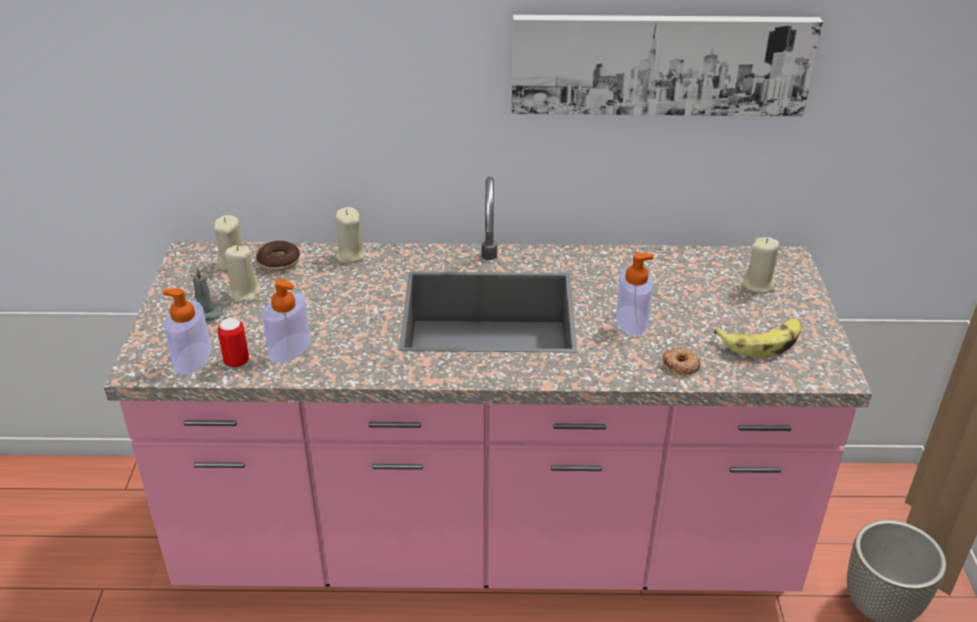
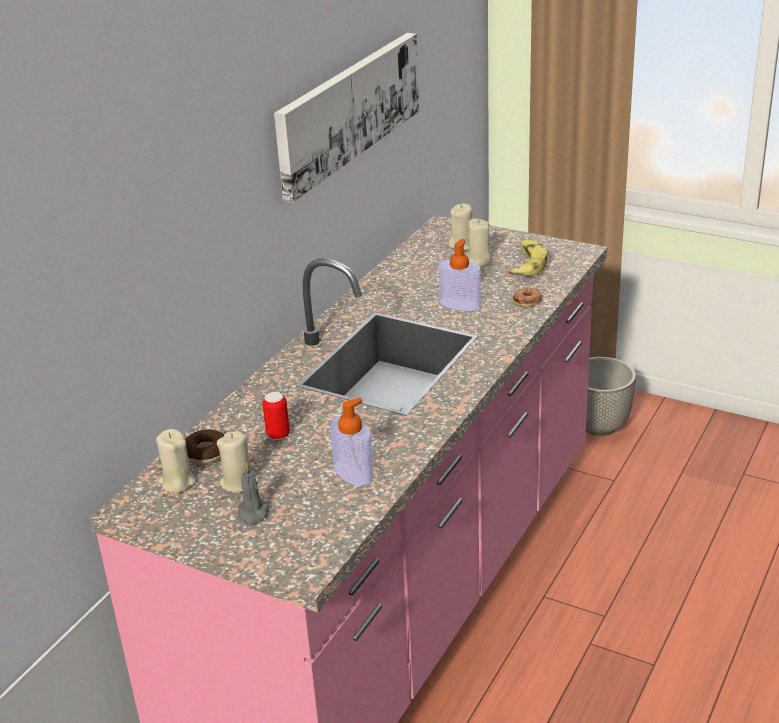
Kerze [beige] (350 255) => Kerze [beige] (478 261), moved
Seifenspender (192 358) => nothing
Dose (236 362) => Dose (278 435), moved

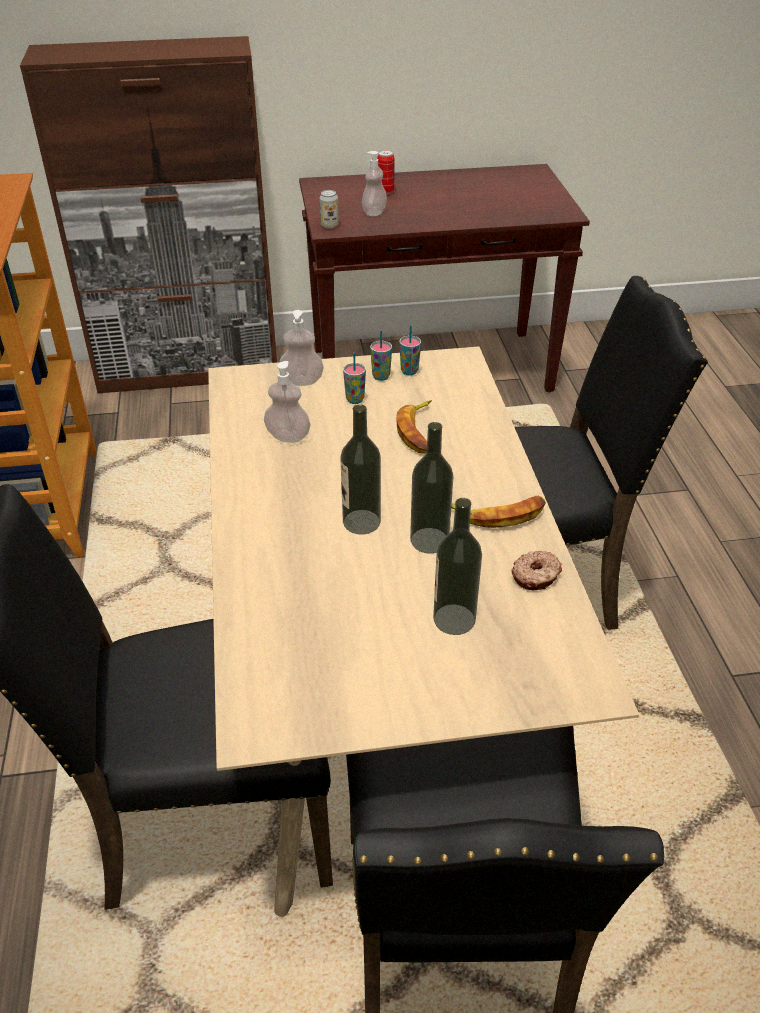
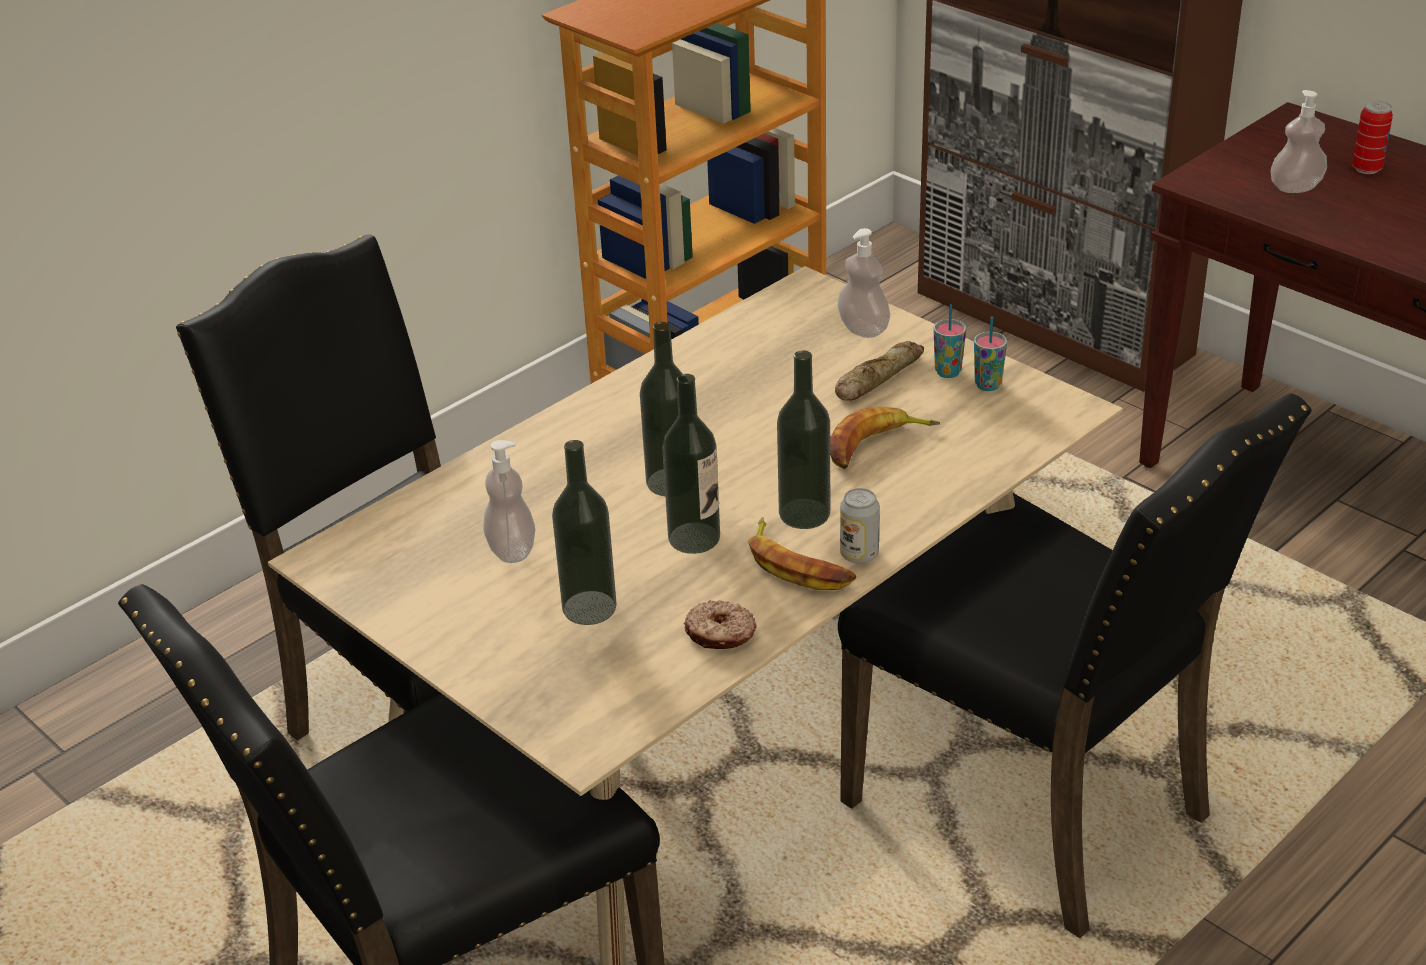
Dose (329 225) => Dose (859 554), moved
Tasse (355 400) => Brot (877 377)
Seifenspender (288 436) => Seifenspender (512 550), moved
nothing => Flasche (804 513)

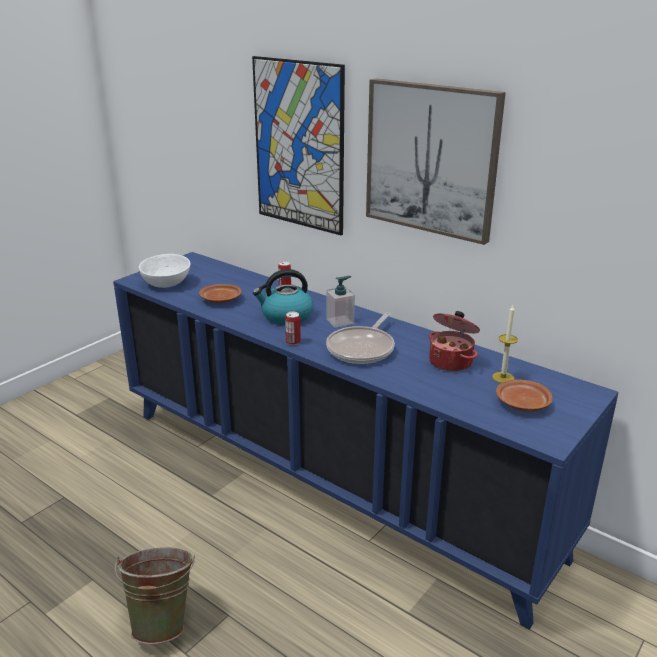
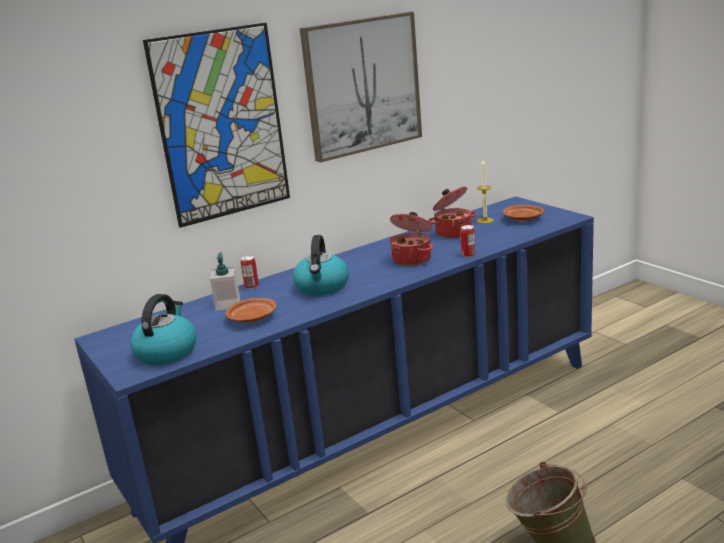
Schüssel [weiß] (166 283) => Wasserkessel (167 352)
Seifenspender (340 321) => Seifenspender (228 304), moved
Dose (293 342) => Dose (468 255), moved
Pfanne (362 348) => Kochtopf (412 259)

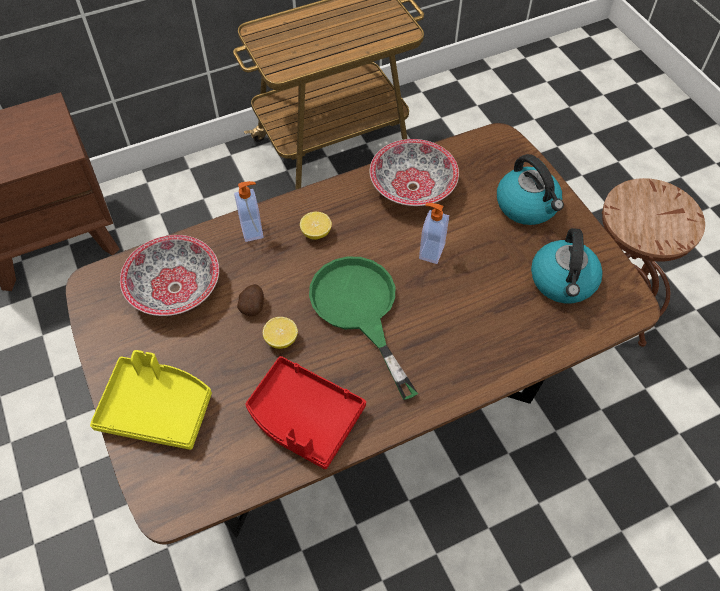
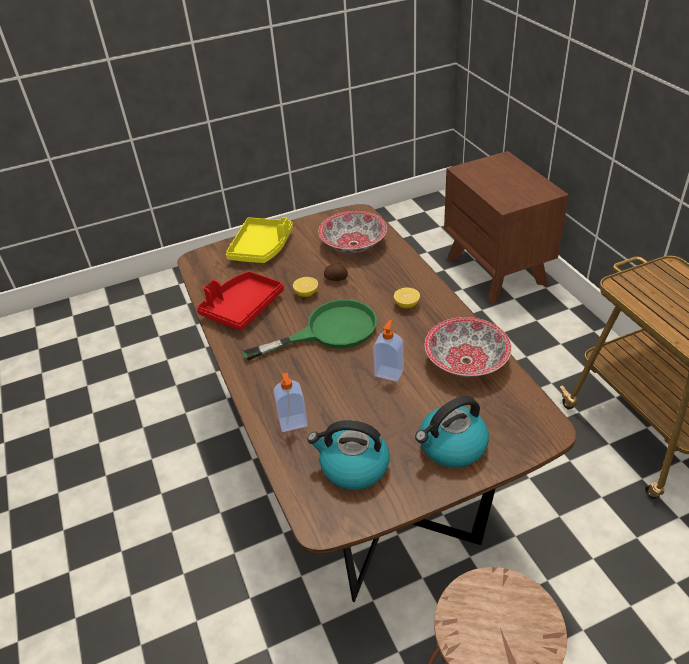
Seifenspender (252 230) => Seifenspender (293 423), moved

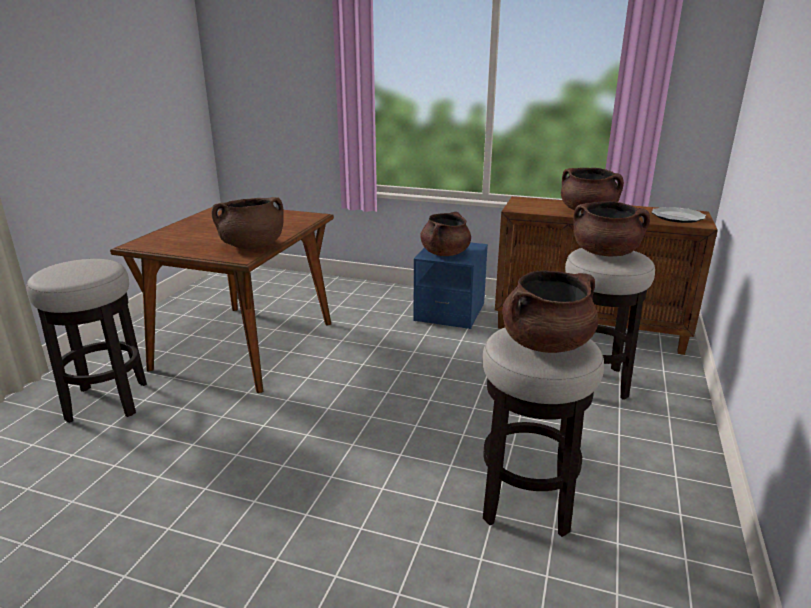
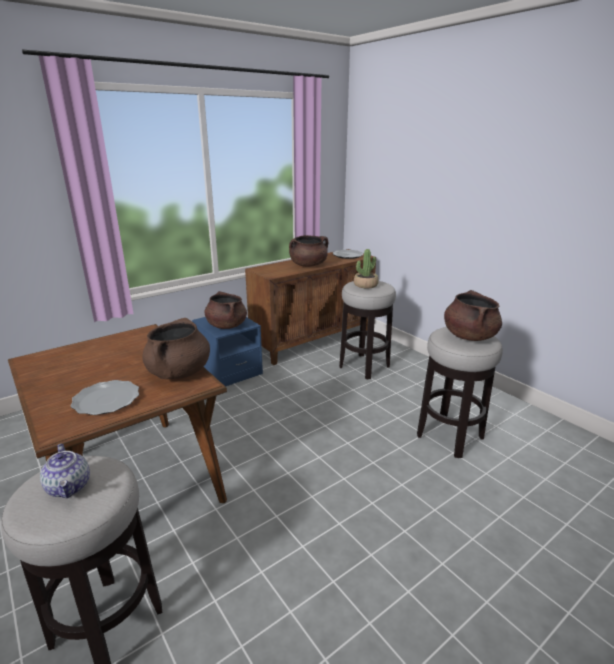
Kochtopf [braun] (605 253) => Topfpflanze (365 285)
nothing => Teller (107 400)
nothing => Teekanne (69 487)

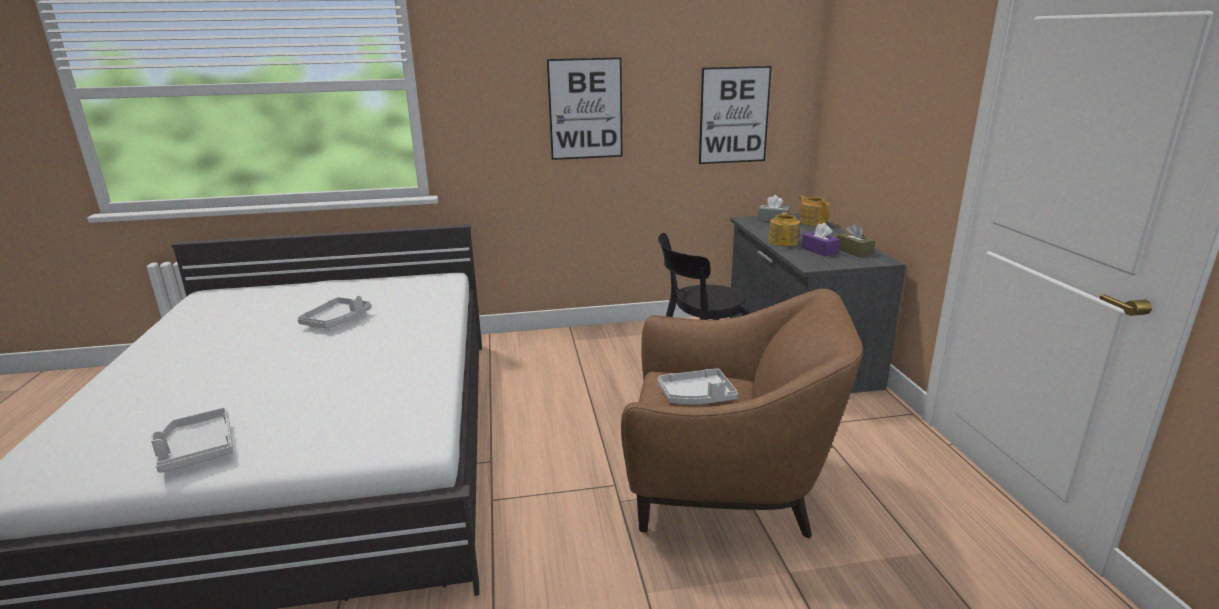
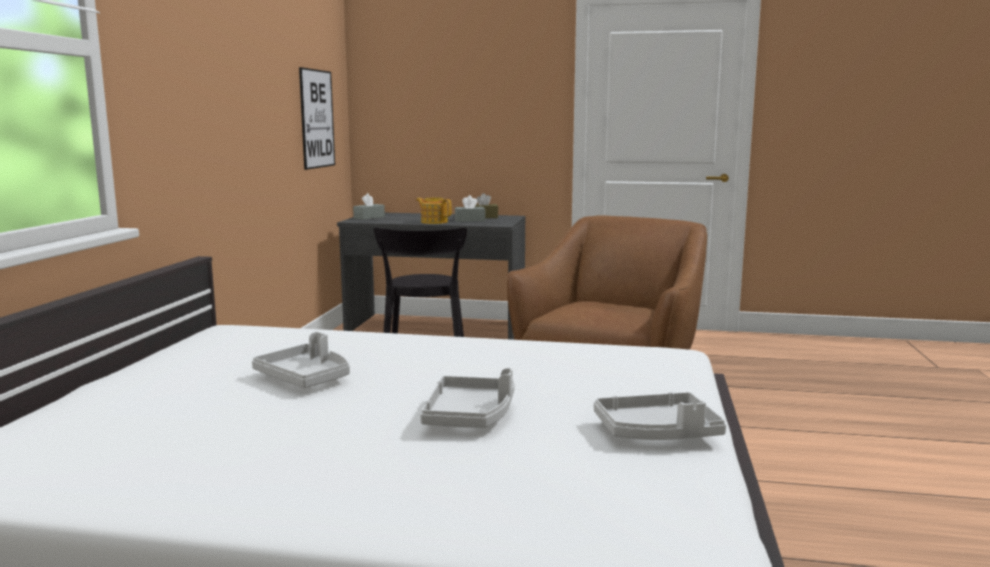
Bild (585 109) => nothing
Teekanne (812 222) => nothing
Taschentuchbox [lila] (819 250) => Taschentuchbox [grau] (470 220)
Tablett [grau] (697 397) => Tablett [grau] (470 416), moved

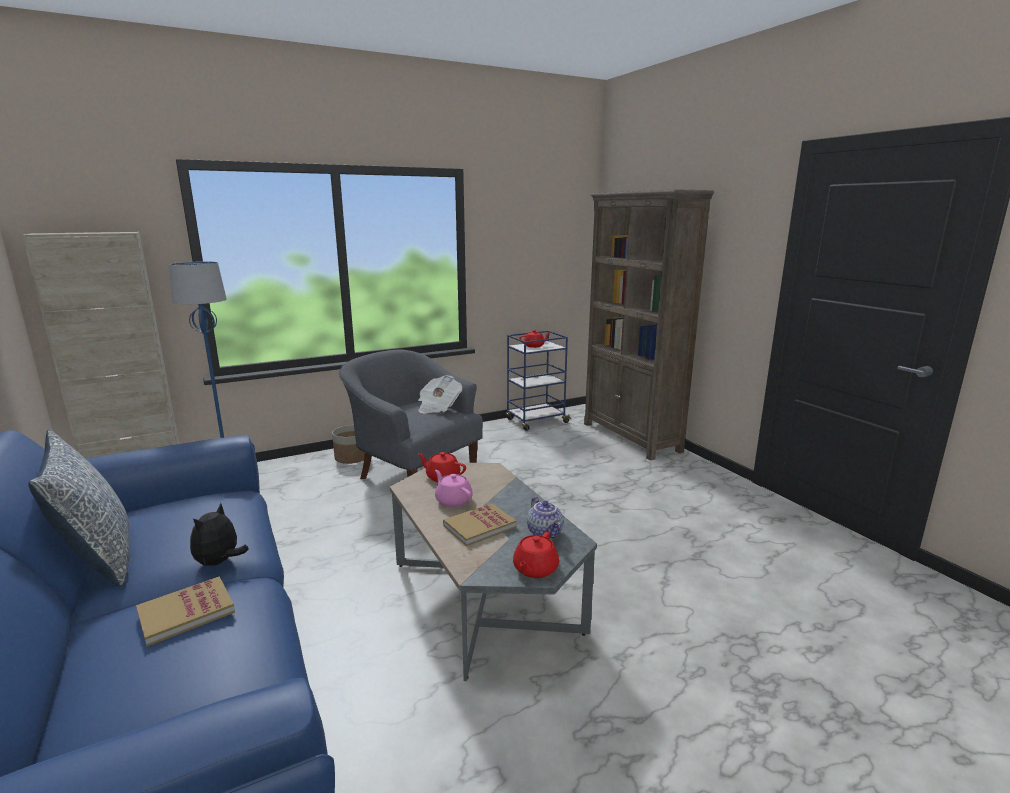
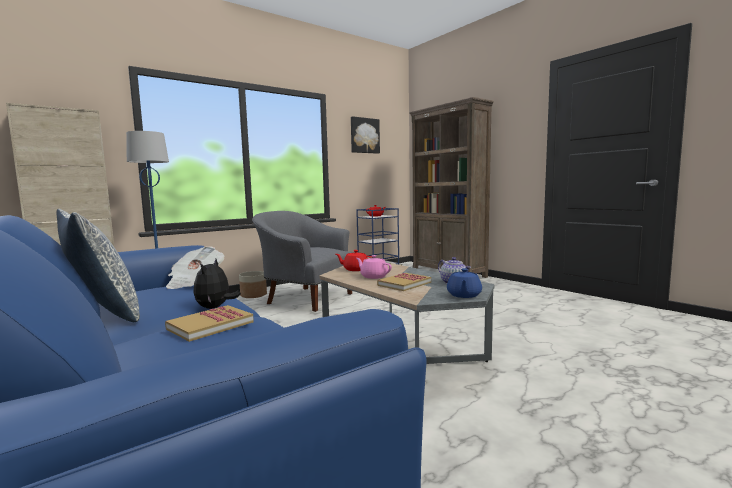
Zeitung (438 407) => Zeitung (195 282), moved
Teekanne [rot] (535 569) => Teekanne [blau] (463 295)
nothing => Bild (364 135)

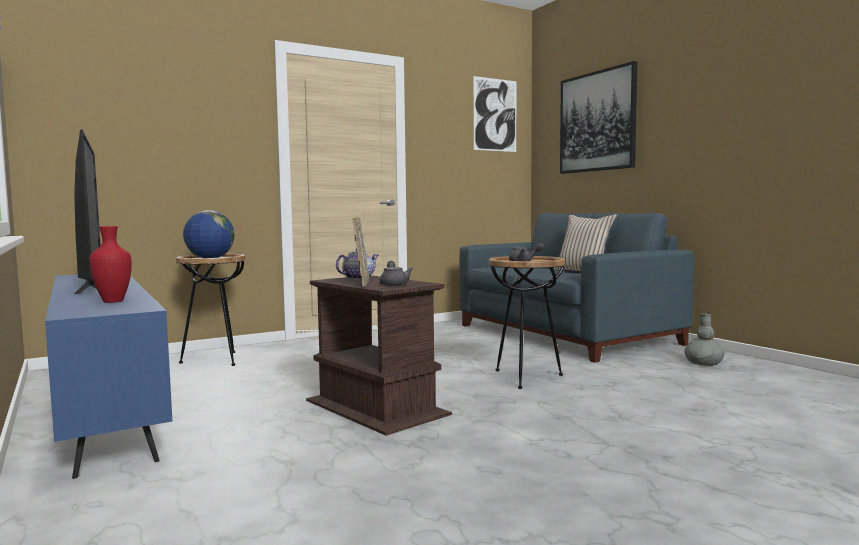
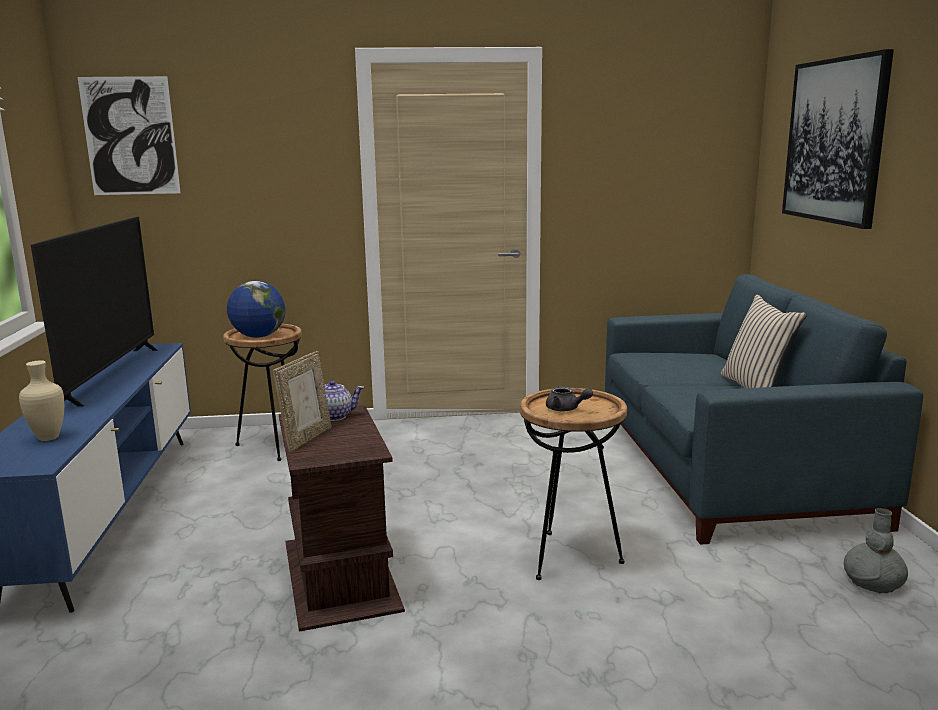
Bild (495 115) => Bild (130 136), moved
Vase [rot] (113 301) => Vase [beige] (48 438)
Teekanne [grau] (394 284) => nothing

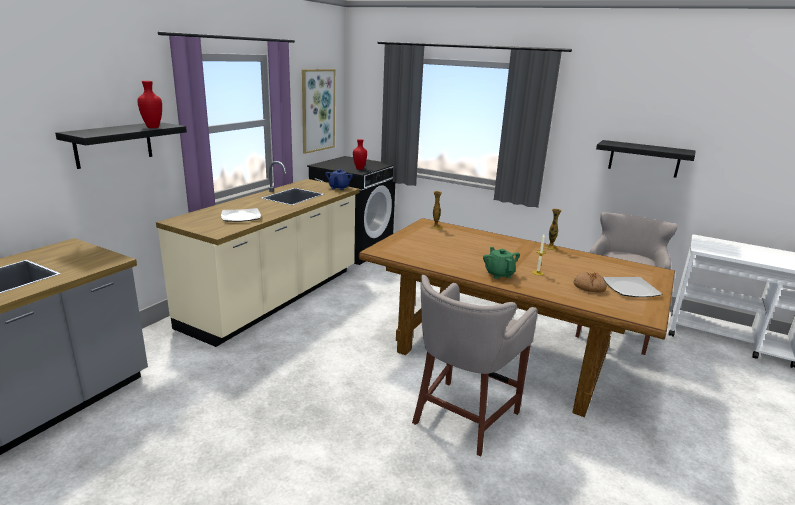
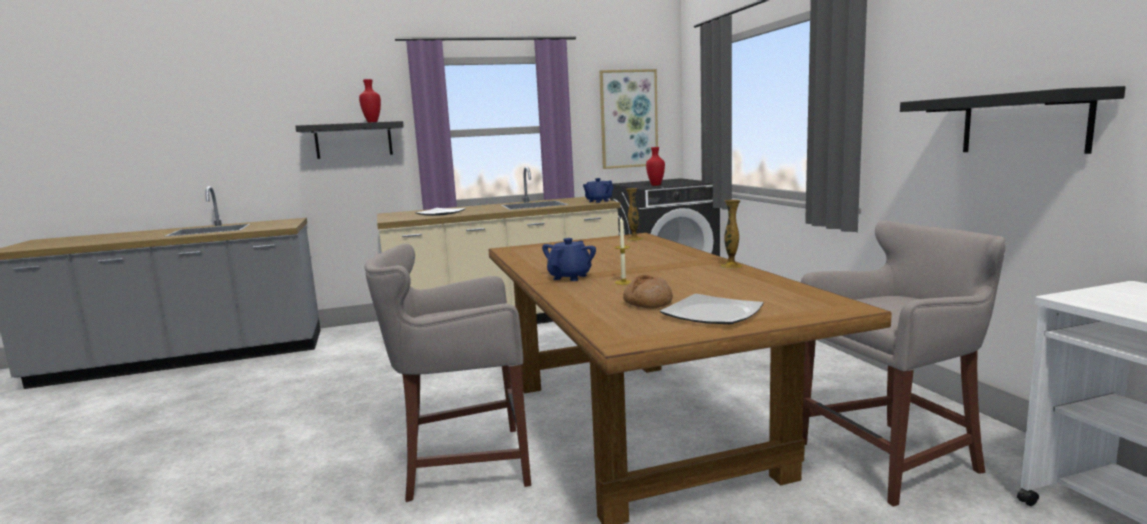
Teekanne [grün] (499 274) => Teekanne [blau] (570 277)

